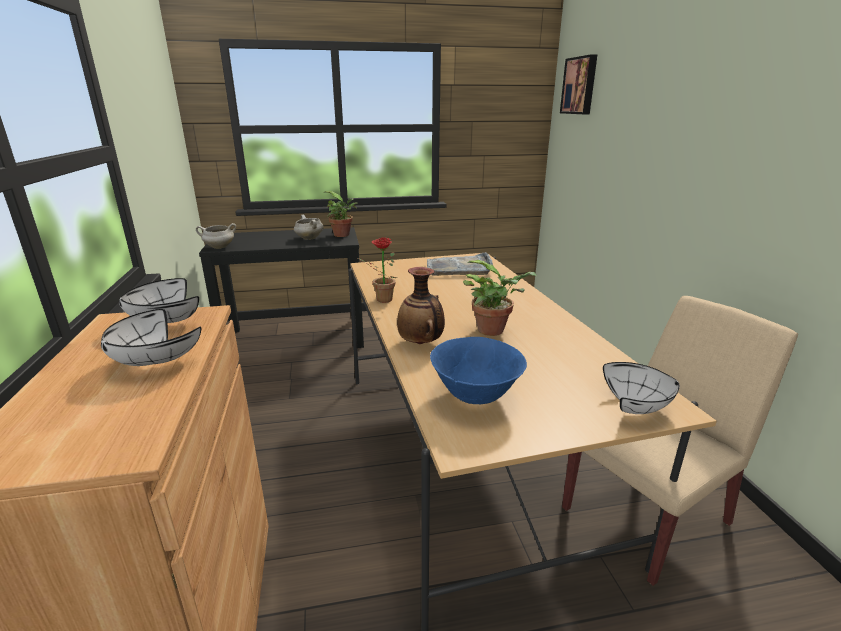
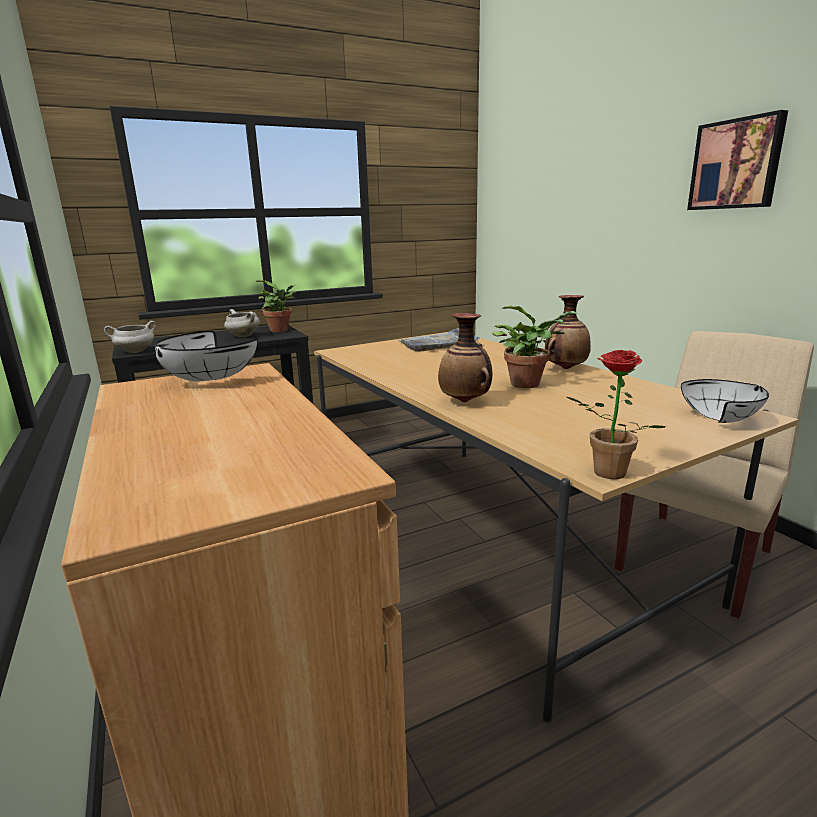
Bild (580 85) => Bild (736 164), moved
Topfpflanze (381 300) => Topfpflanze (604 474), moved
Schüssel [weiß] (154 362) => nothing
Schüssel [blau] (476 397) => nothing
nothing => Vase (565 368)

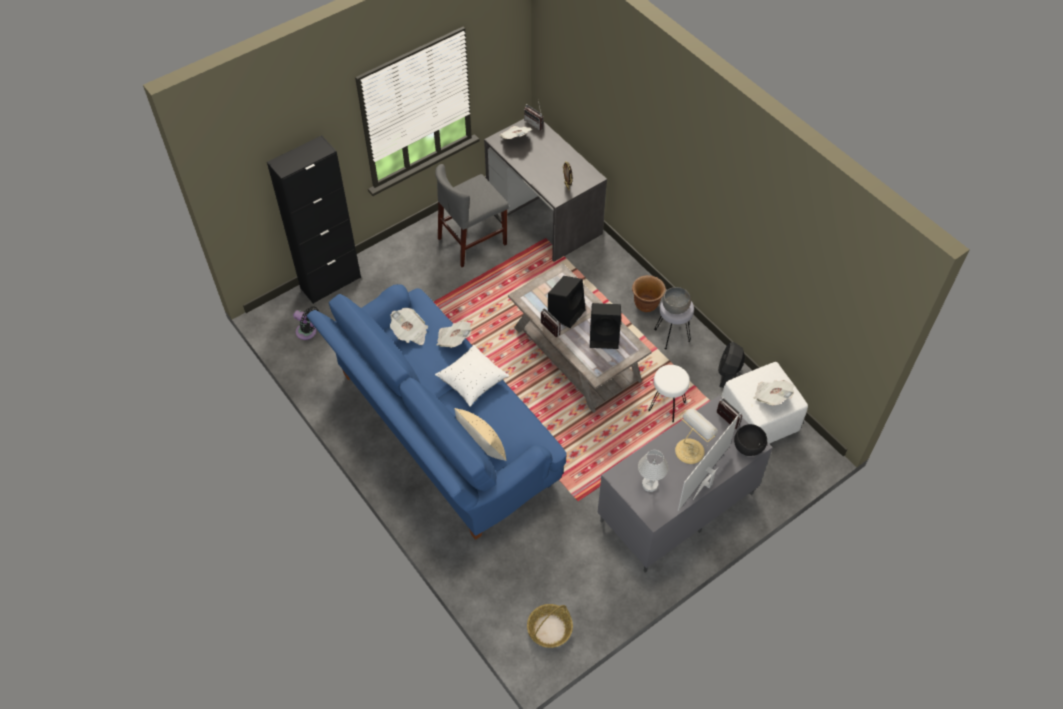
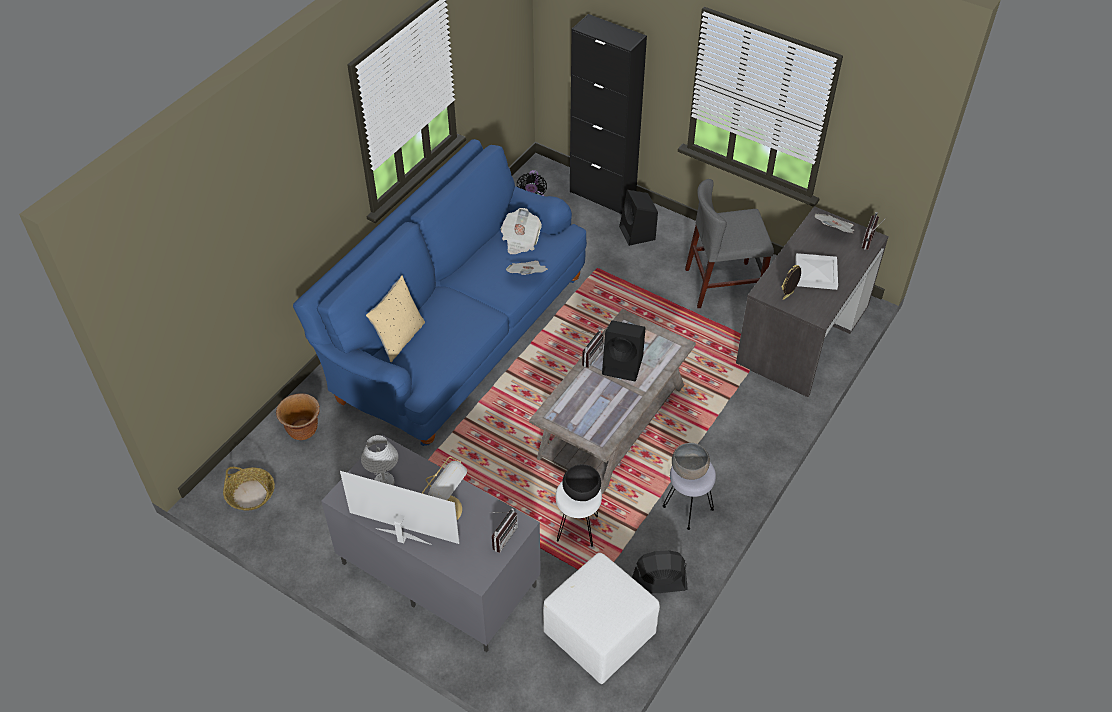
Stuhl [grau] (472 241) => Stuhl [grau] (723 284), 45 degrees counterclockwise
Pflanzkübel [braun] (646 304) => Pflanzkübel [braun] (303 431), moved
Lautsprecher [schwarz] (605 337) => Lautsprecher [schwarz] (638 234), moved
Kissen [weiß] (472 381) => nothing
Zeitung (771 397) => nothing
Schüssel [schwarz] (748 446) => Schüssel [schwarz] (581 491), moved
nothing => Tablett [weiß] (815 273)

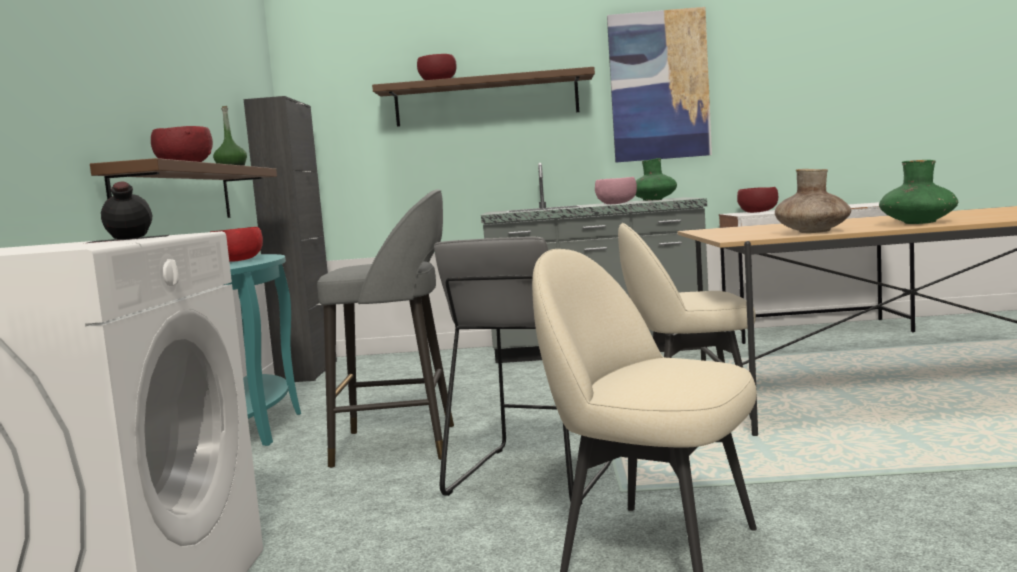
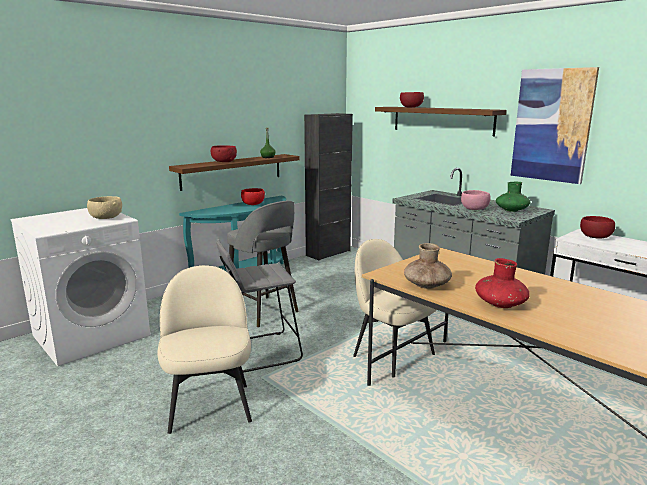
Vase [grün] (917 223) => Vase [rot] (500 304)
Flasche [schwarz] (127 238) => Schüssel [beige] (106 218)

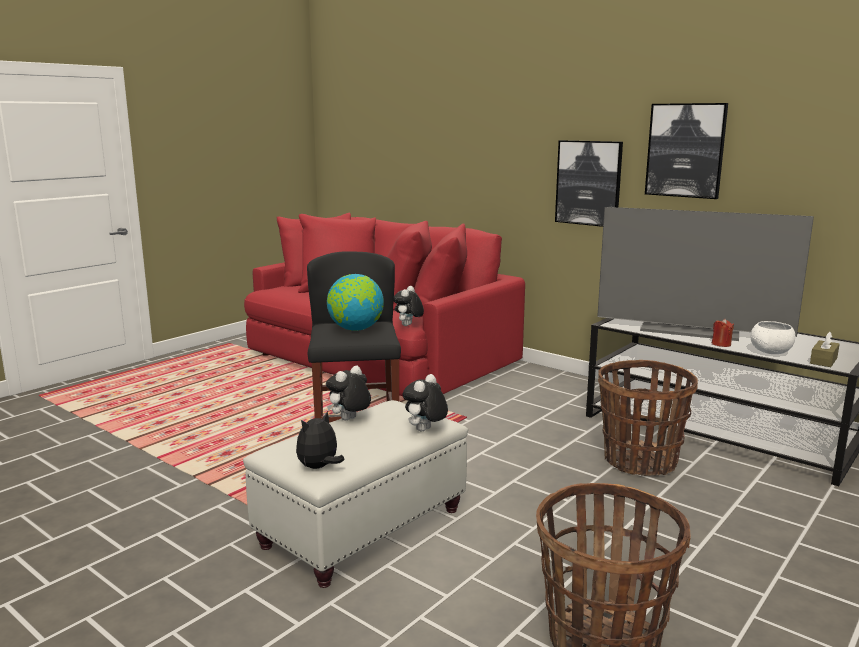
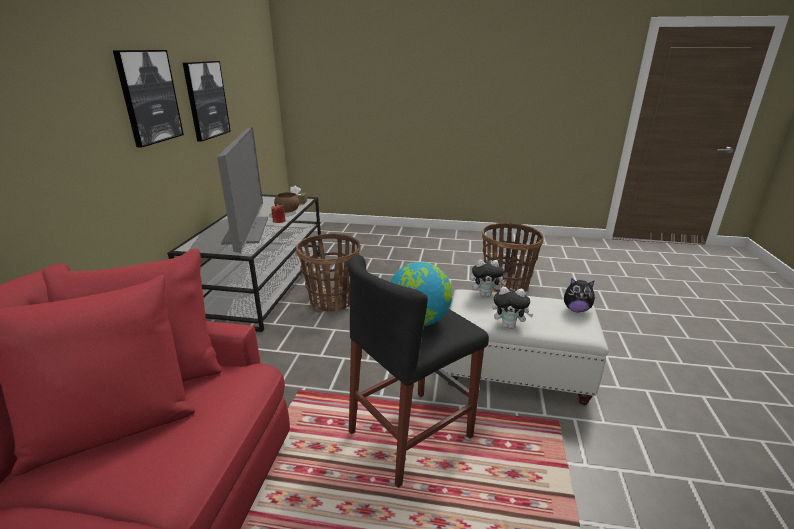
Bild (588 183) => Bild (206 100), moved
Plüschtier (408 326) => nothing
Schüssel [weiß] (770 352) => Schüssel [braun] (287 211)

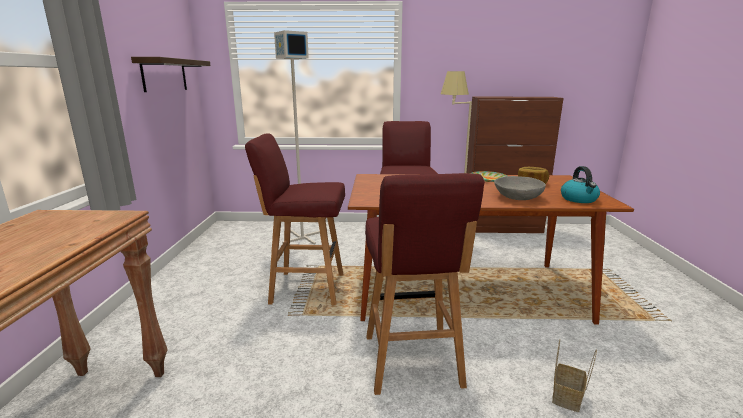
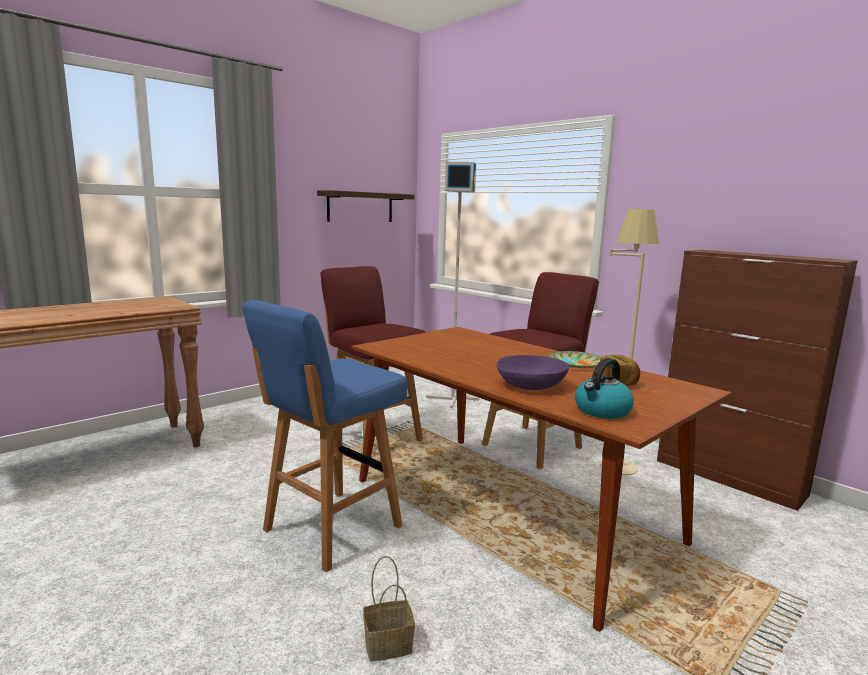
Hocker [rot] (412 362) => Hocker [blau] (330 529)
Schüssel [grau] (518 197) => Schüssel [lila] (530 385)

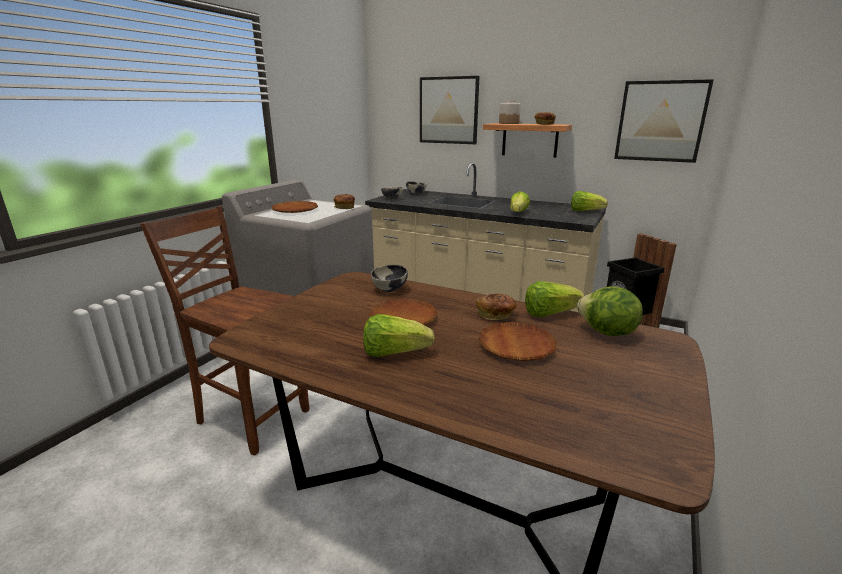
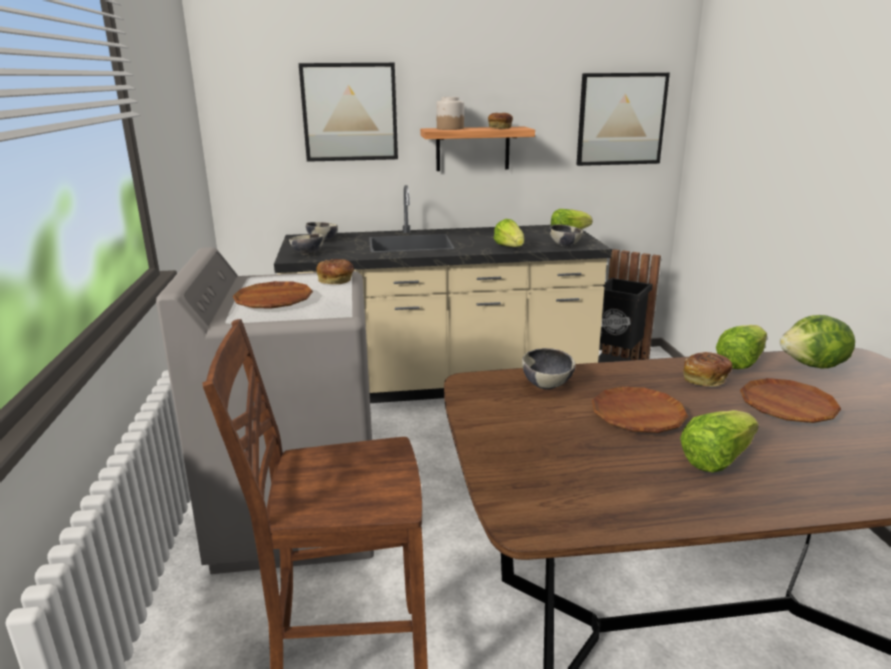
nothing => Schüssel (565 245)

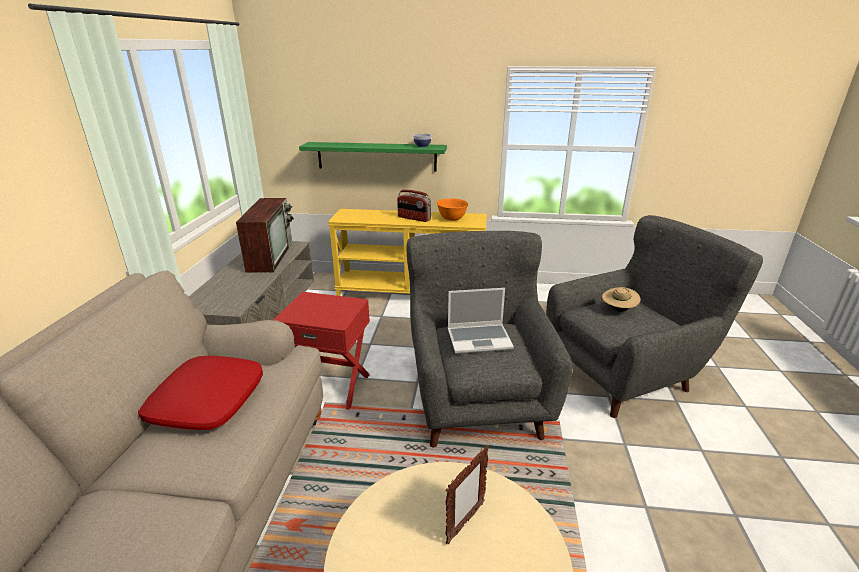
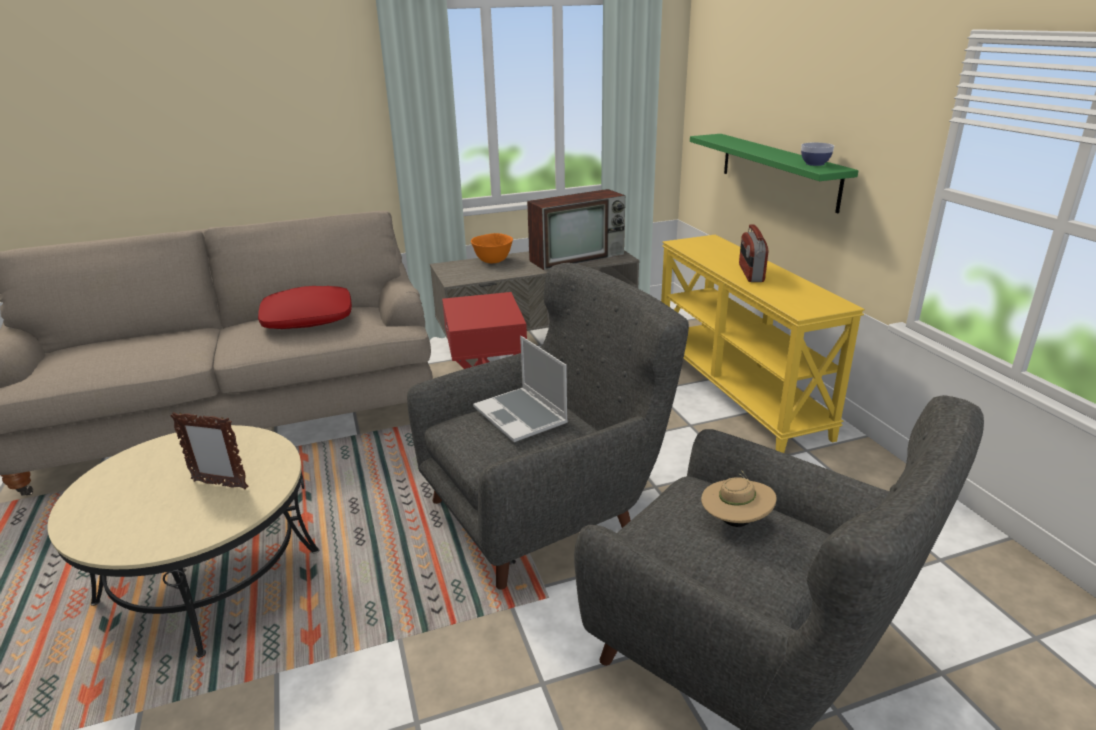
Schüssel [orange] (451 218) => Schüssel [orange] (493 260), moved

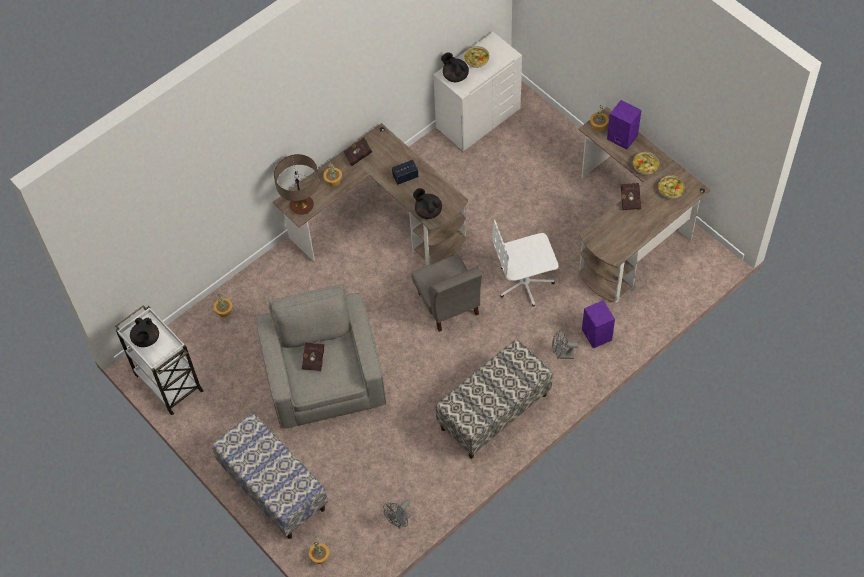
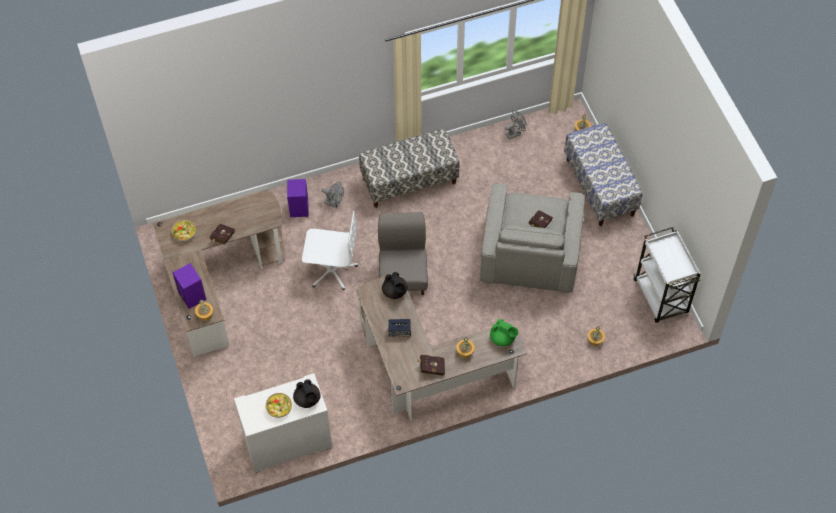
Schüssel (645 167) => nothing
Tischlampe (301 206) => Teekanne [grün] (503 338)
Teekanne [schwarz] (146 339) => nothing

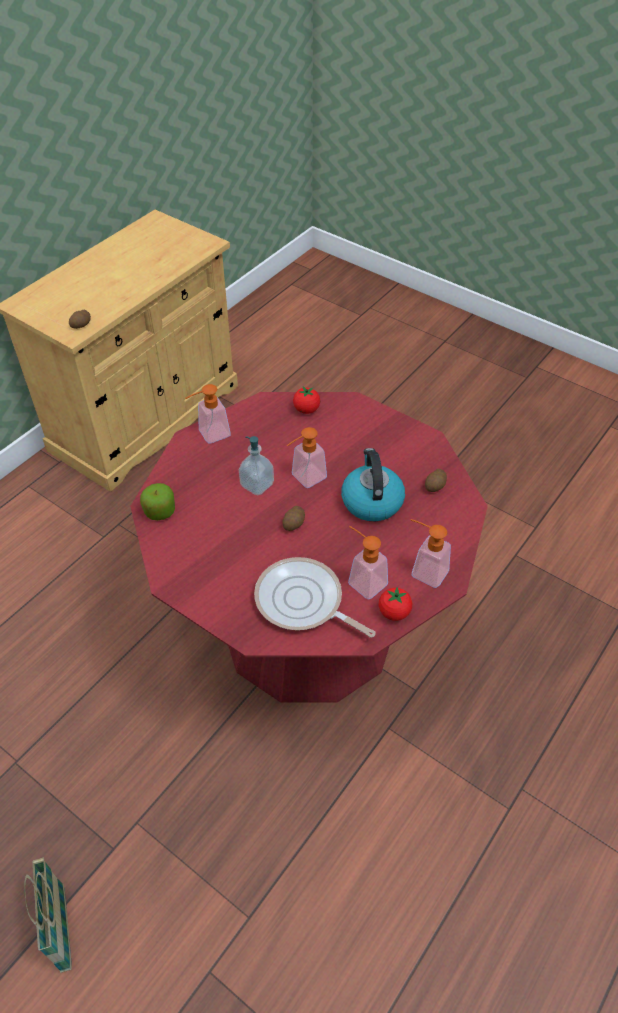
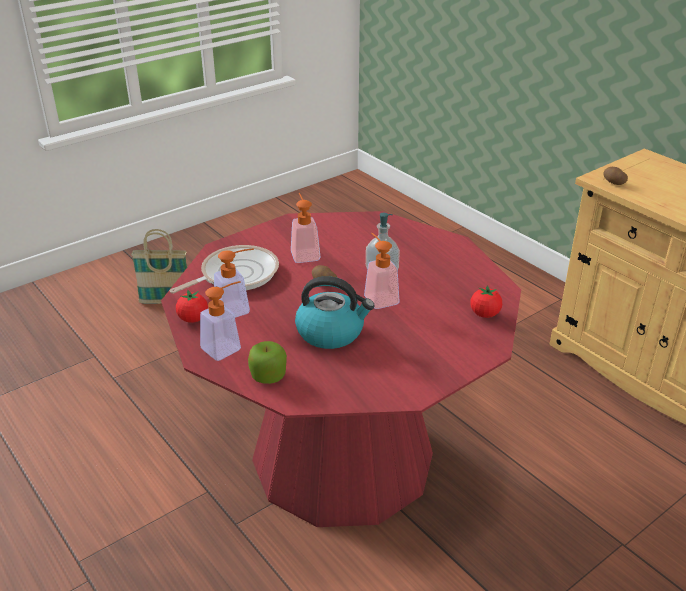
Seifenspender (209 435) => Seifenspender (304 253), moved
Kartoffel (435 486) => nothing
Apfel (160 511) => Apfel (268 375), moved

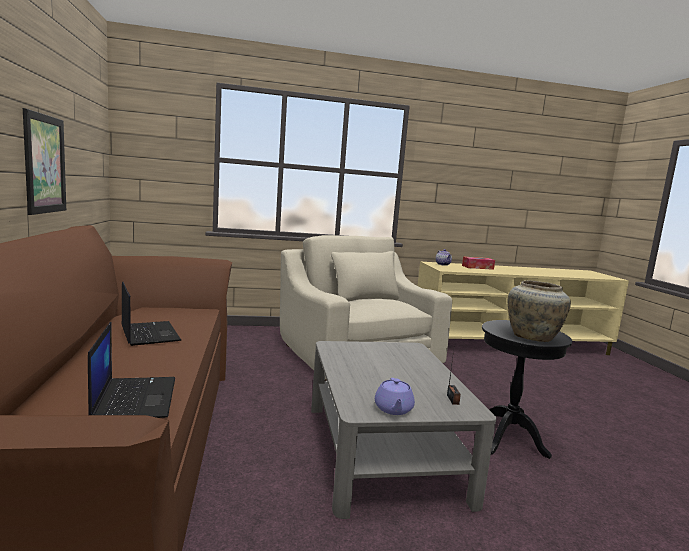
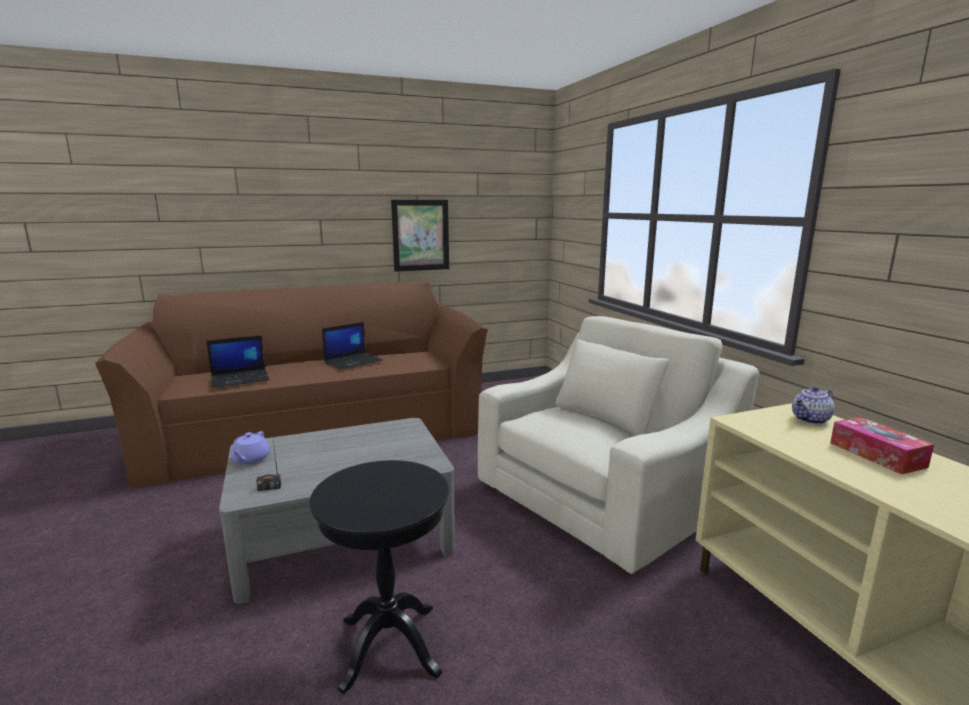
Vase [beige] (533 337) => nothing
Teekanne [lila] (393 409) => Teekanne [lila] (250 460), 75 degrees counterclockwise

